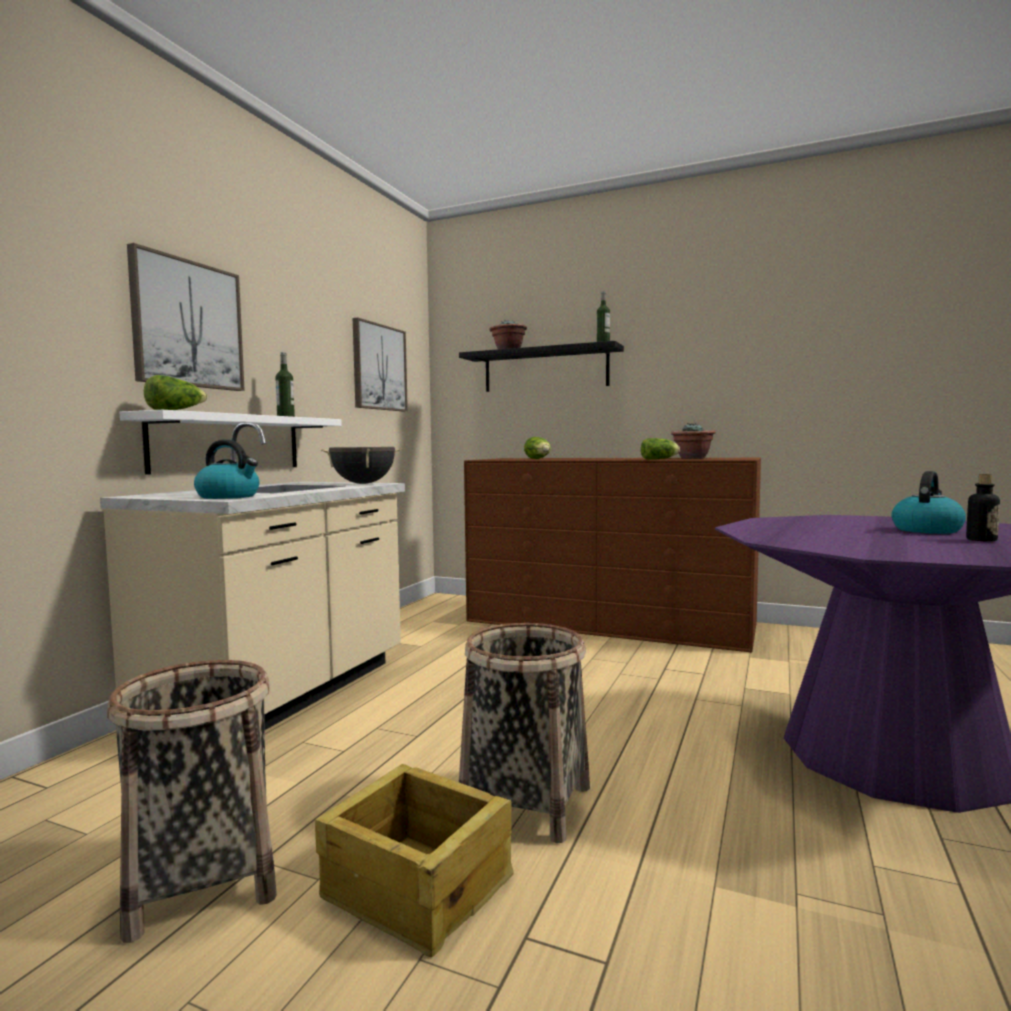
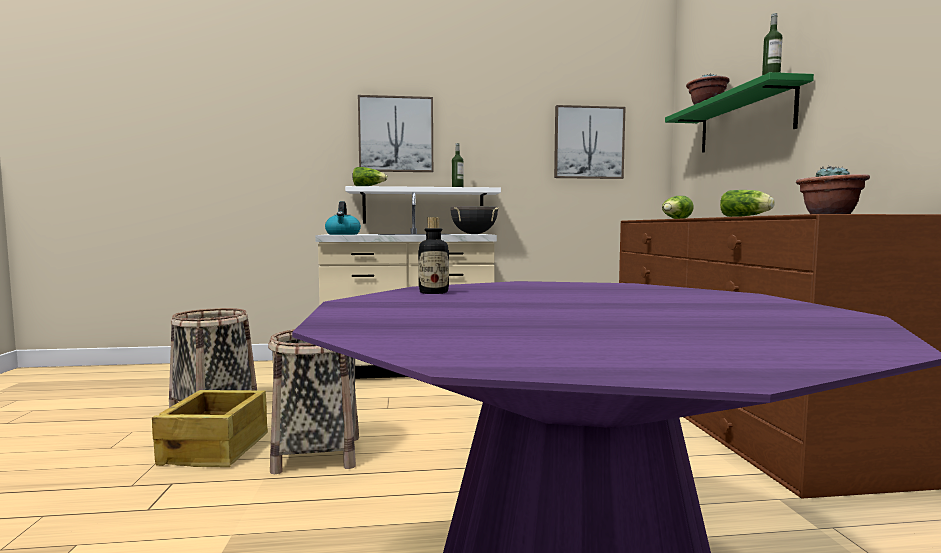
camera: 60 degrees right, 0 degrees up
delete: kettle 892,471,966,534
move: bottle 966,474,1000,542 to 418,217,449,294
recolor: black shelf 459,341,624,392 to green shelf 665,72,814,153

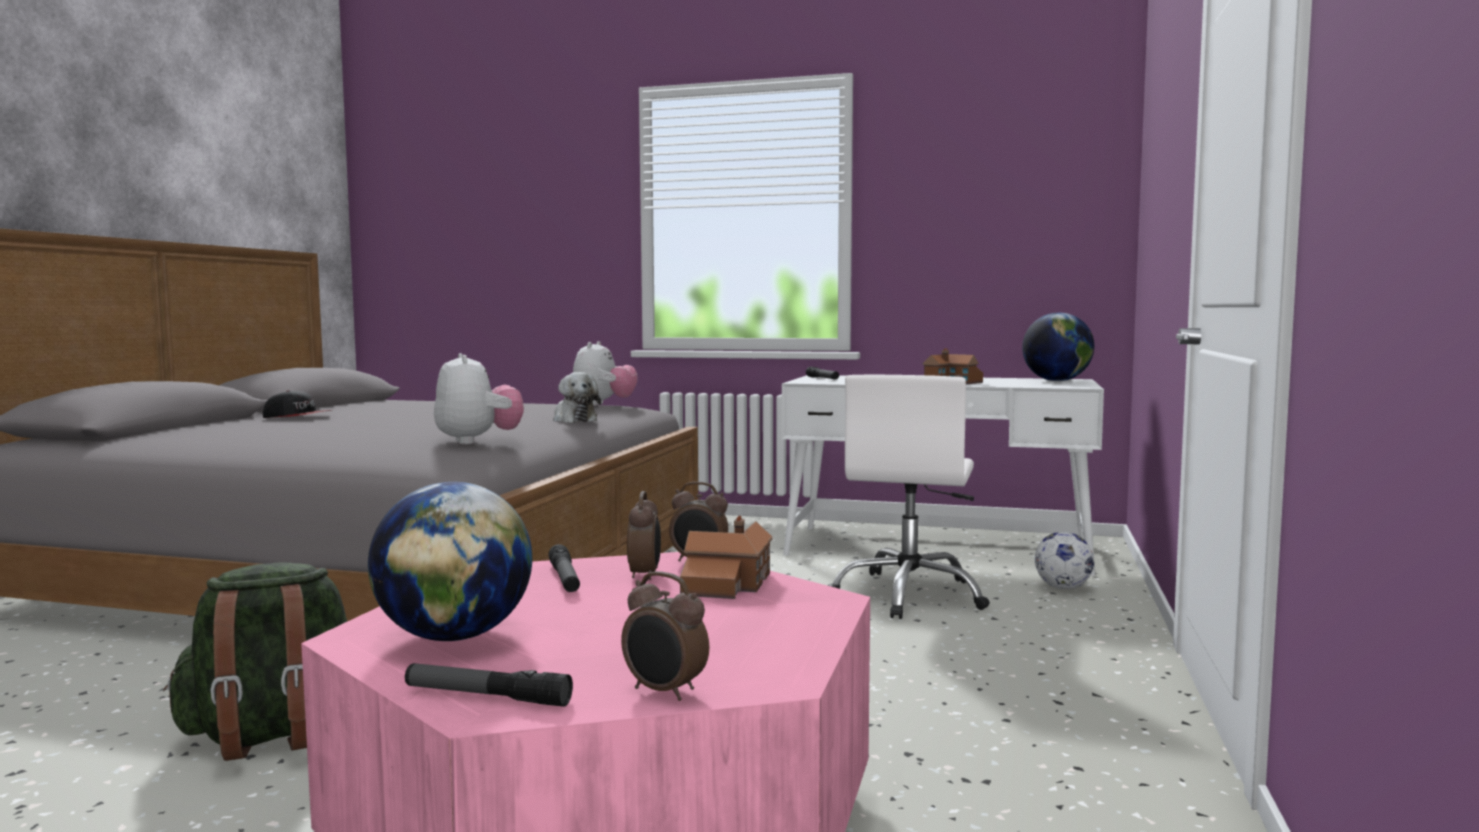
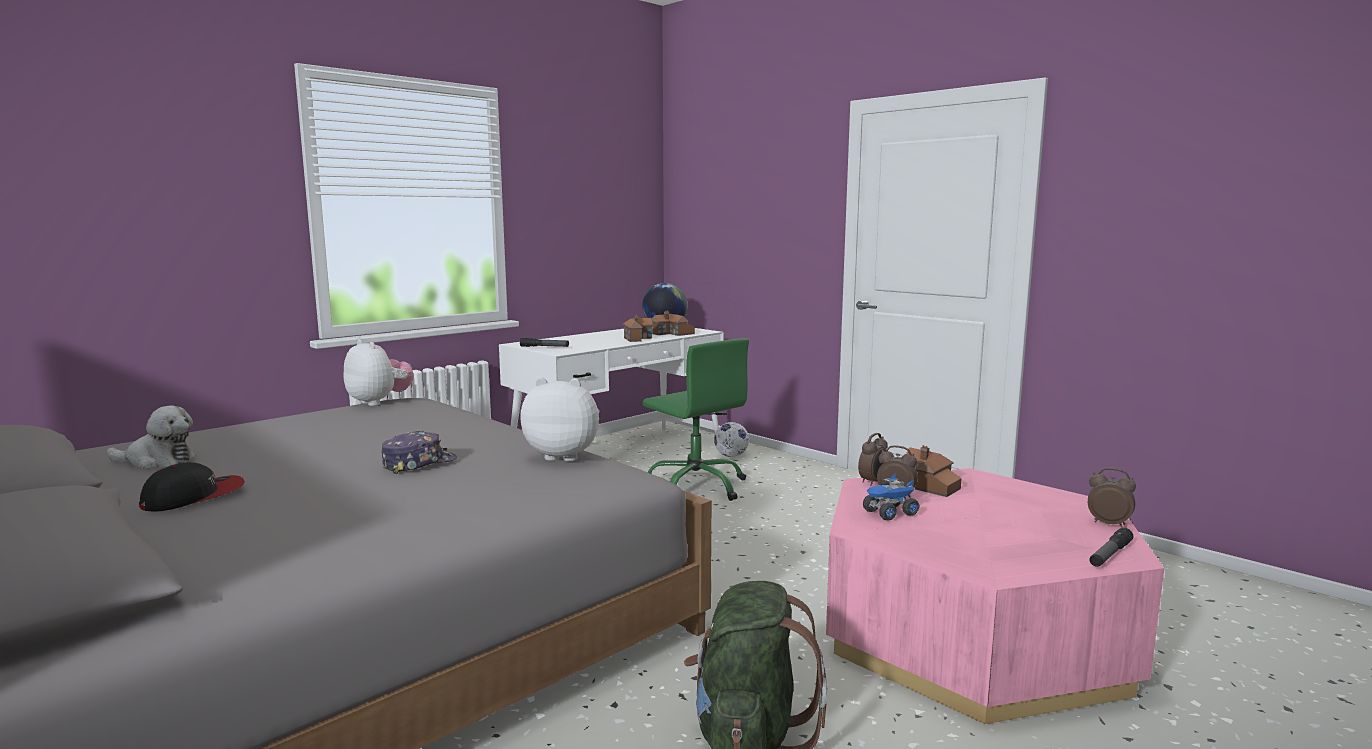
camera: 60 degrees left, 5 degrees up
delete: globe 368,482,532,641
insert: toy house 652,310,695,336; cap 381,431,458,474
move: plush toy 553,372,601,423 to 107,405,196,469
replace: flashlight 548,544,580,592 to toy truck 863,473,919,521
recolor: white office chair 827,375,990,619 to green office chair 643,338,749,501
rotate: alarm clock 621,571,709,701 = 1088,468,1136,527 120 degrees counterclockwise

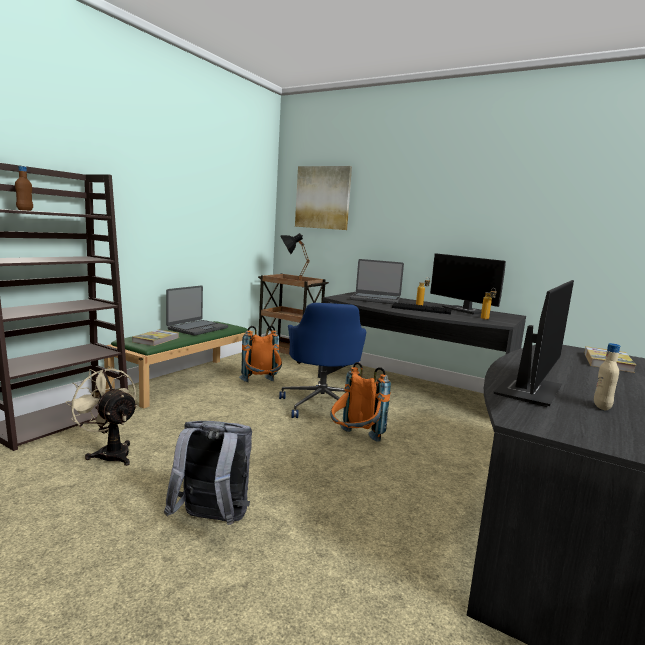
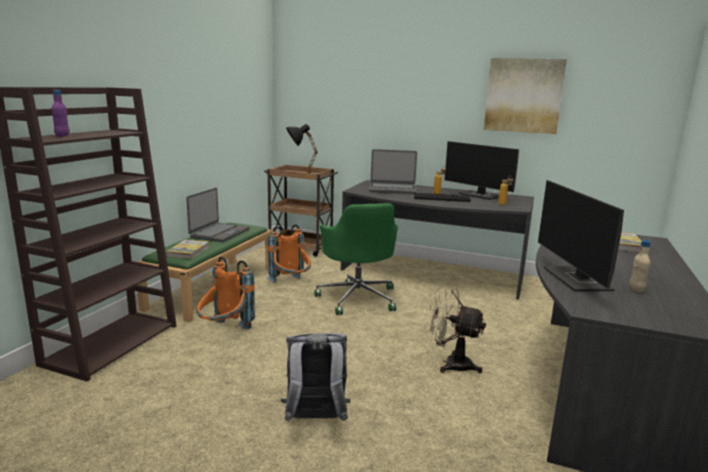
camera: 10 degrees left, 5 degrees up
move: picture 295,166,352,230 to 484,58,567,134; orange backpack 330,362,391,442 to 196,257,255,329; beige fan 65,366,138,466 to 426,286,486,373
recolor: brown bottle 15,166,33,211 to purple bottle 51,90,70,137; blue office chair 279,303,366,418 to green office chair 314,203,398,315
rotate: monitor 494,280,574,407 = 538,180,624,292 150 degrees clockwise

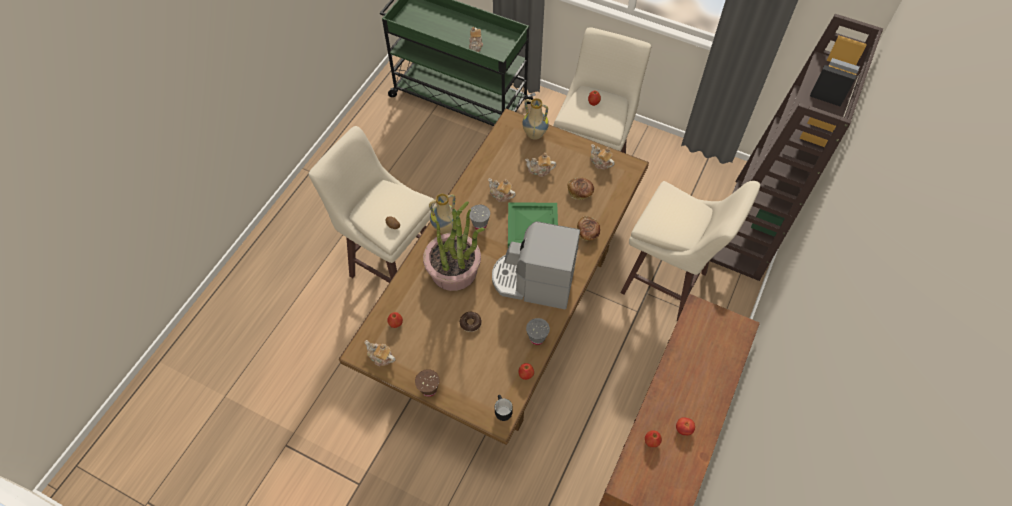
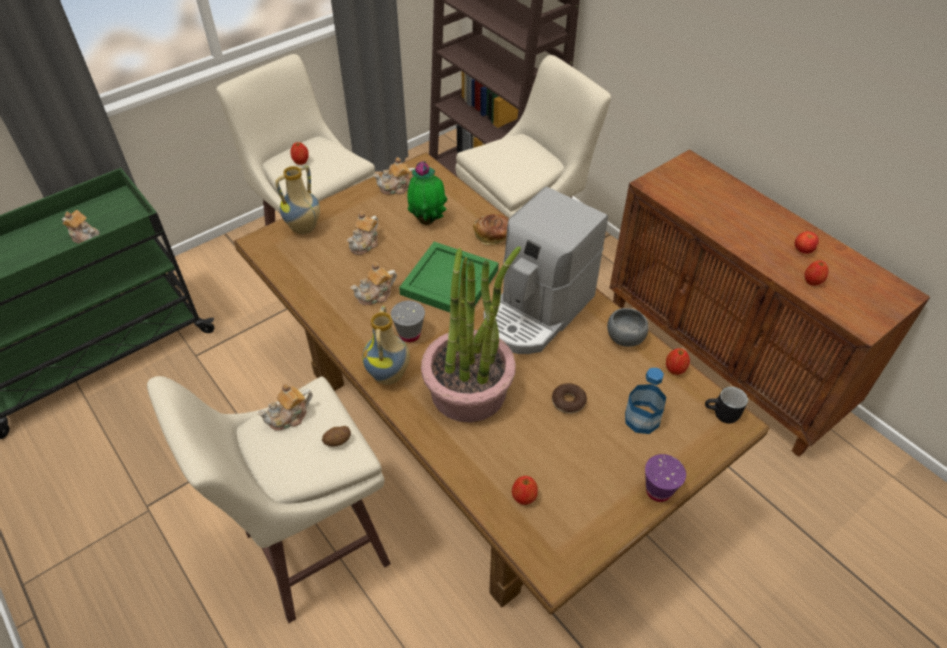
camera: 65 degrees left, 10 degrees down
insert: bottle 625,368,666,434
move: teapot 364,340,395,366 to 257,384,312,430
replace: bread 568,177,594,200 to potted plant 407,161,448,225; grey cup 526,318,550,345 to grey bowl 607,308,648,347
recolor: brown cup 415,369,440,397 to purple cup 645,454,686,502

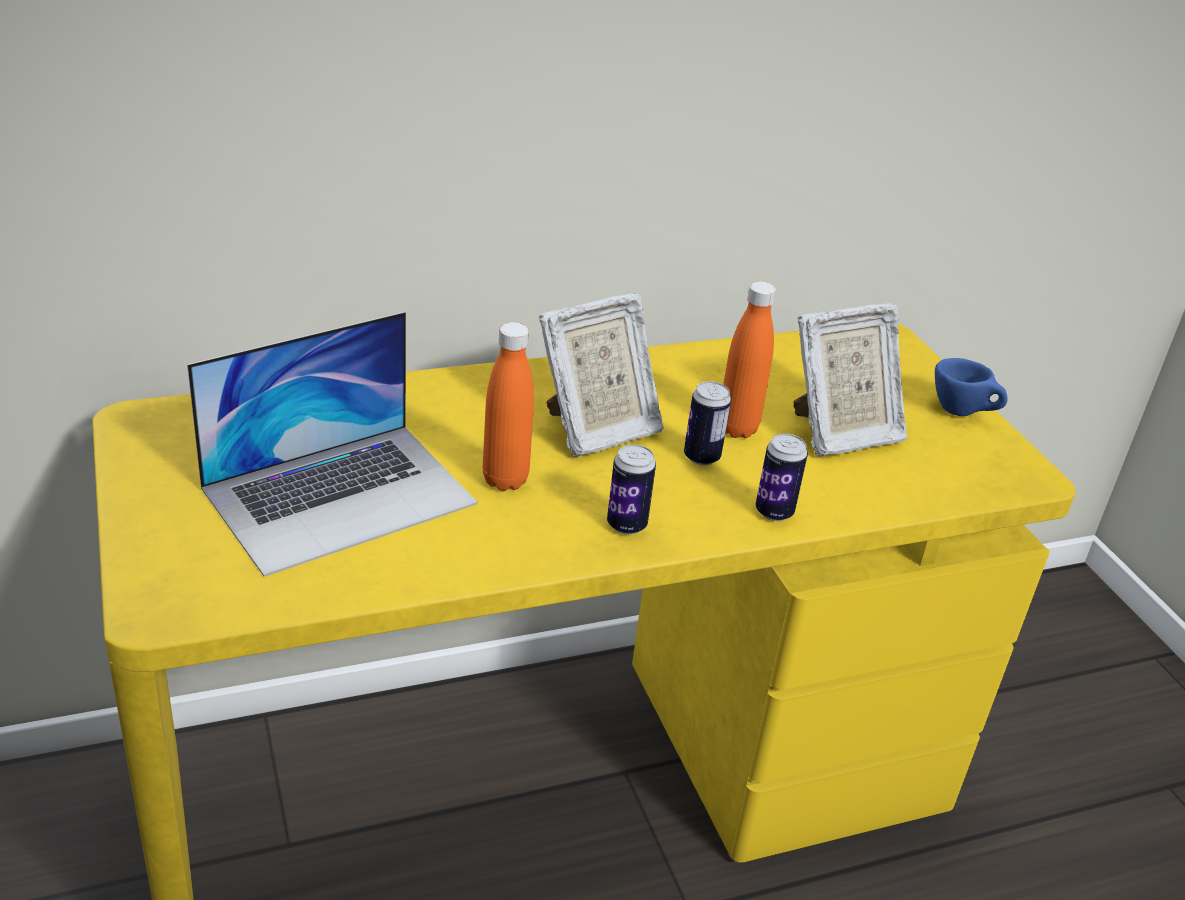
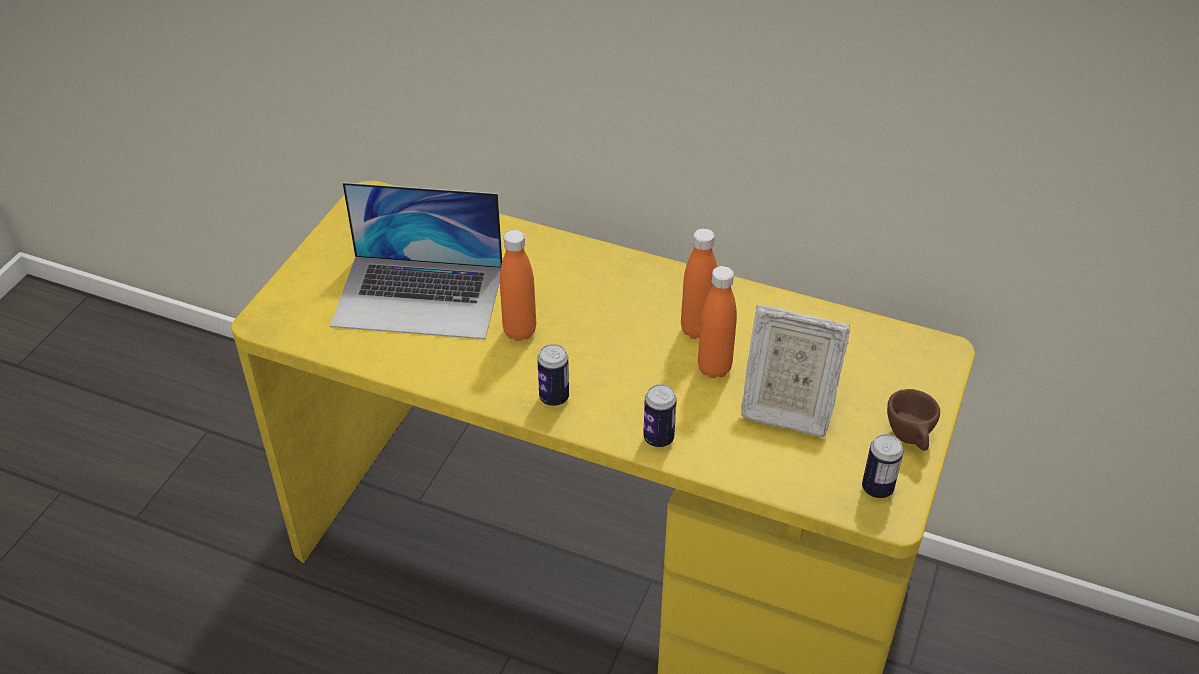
camera: 45 degrees right, 10 degrees up
delete: picture frame 539,293,664,457
insert: orange bottle 681,228,717,339
move: can 684,381,731,465 to 862,434,903,498
recolor: blue cup 935,358,1007,416 to brown cup 887,389,940,451

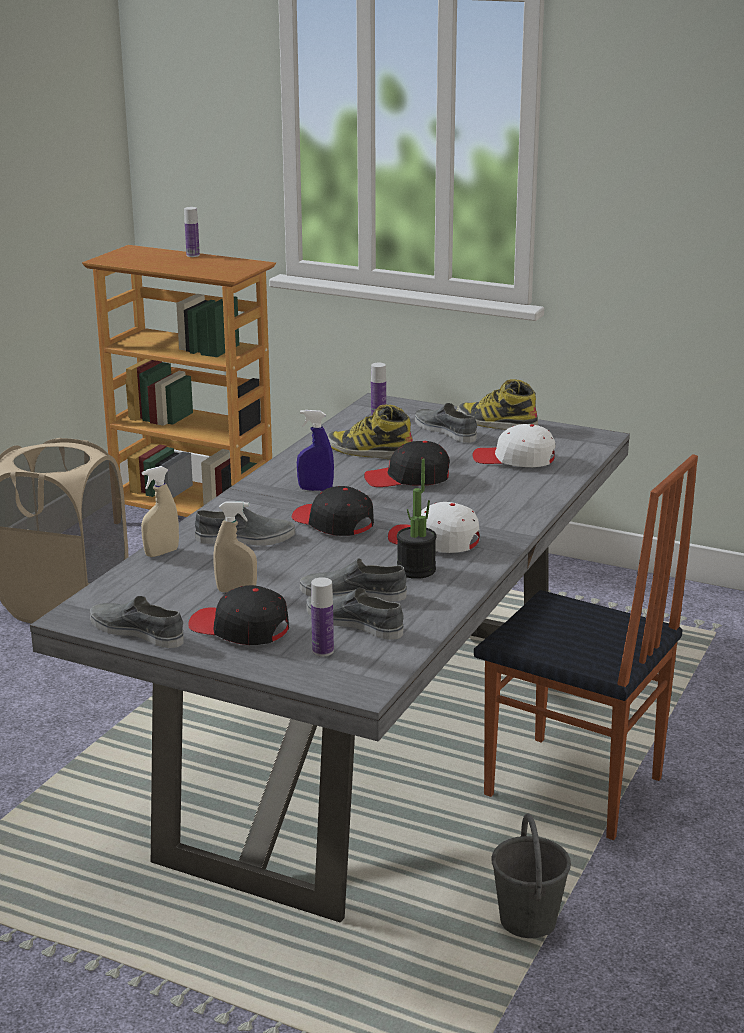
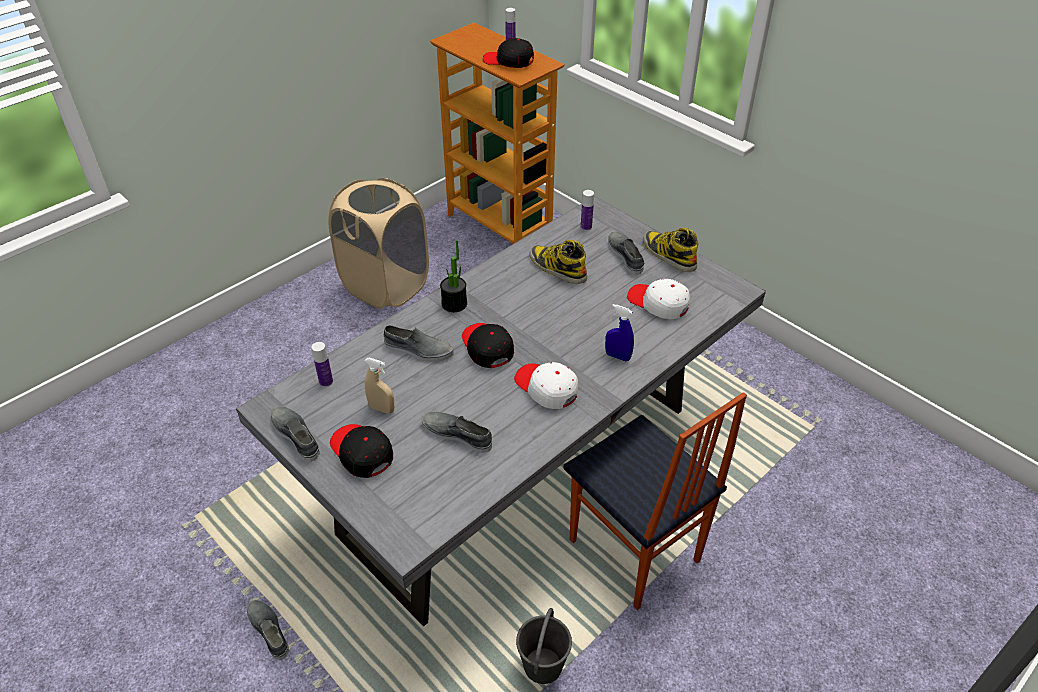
camera: 20 degrees right, 20 degrees up
delete: beige spray bottle 141,466,179,557
move: blue spray bottle 297,410,334,491 to 605,304,634,362; black cap 364,441,450,487 to 483,38,534,68; potted plant 397,459,436,579 to 440,240,467,312; bottle 311,577,334,656 to 311,342,333,387; grey shoe 307,588,404,640 to 247,600,289,660

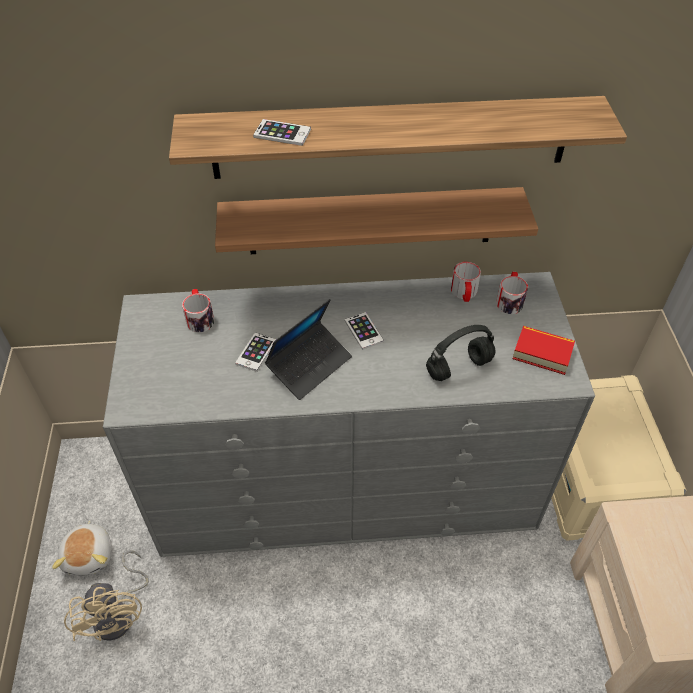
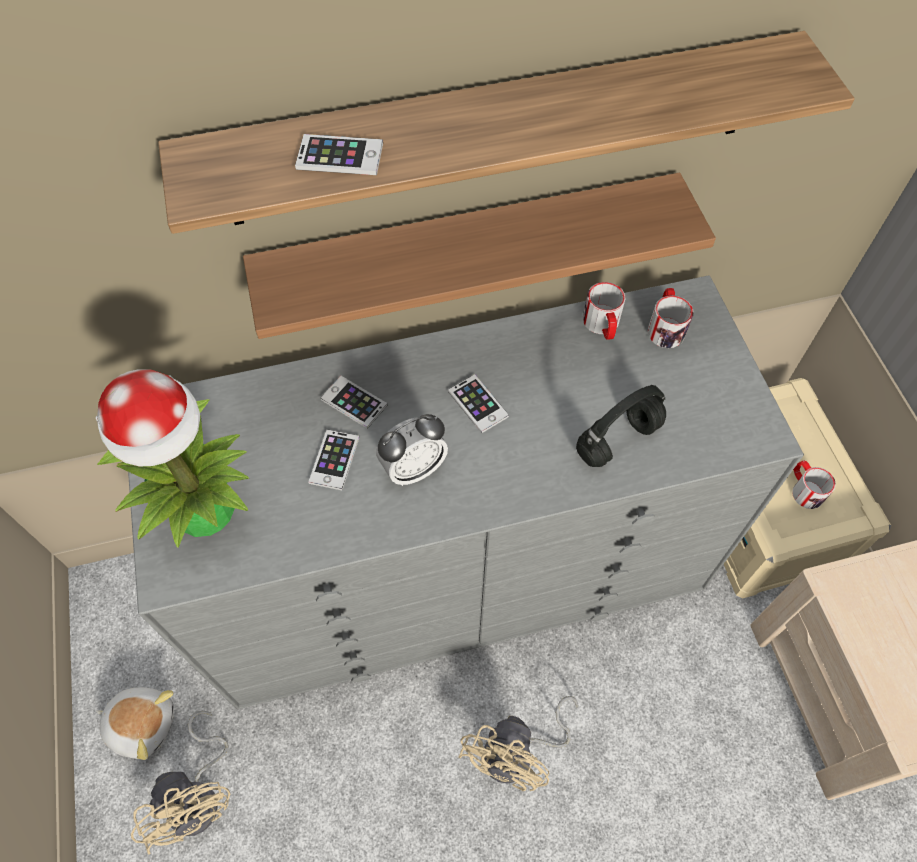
camera: 10 degrees left, 10 degrees up
delete: book 512,326,575,375
insert: potted plant 95,370,250,548; phone 320,376,387,429; beige fan 458,696,579,791
move: mug 182,289,214,332 to 792,461,836,509
replace: laptop 265,299,352,400 to alarm clock 376,414,448,486
rotate: plush toy 52,520,112,576 = 96,687,174,760 60 degrees counterclockwise

